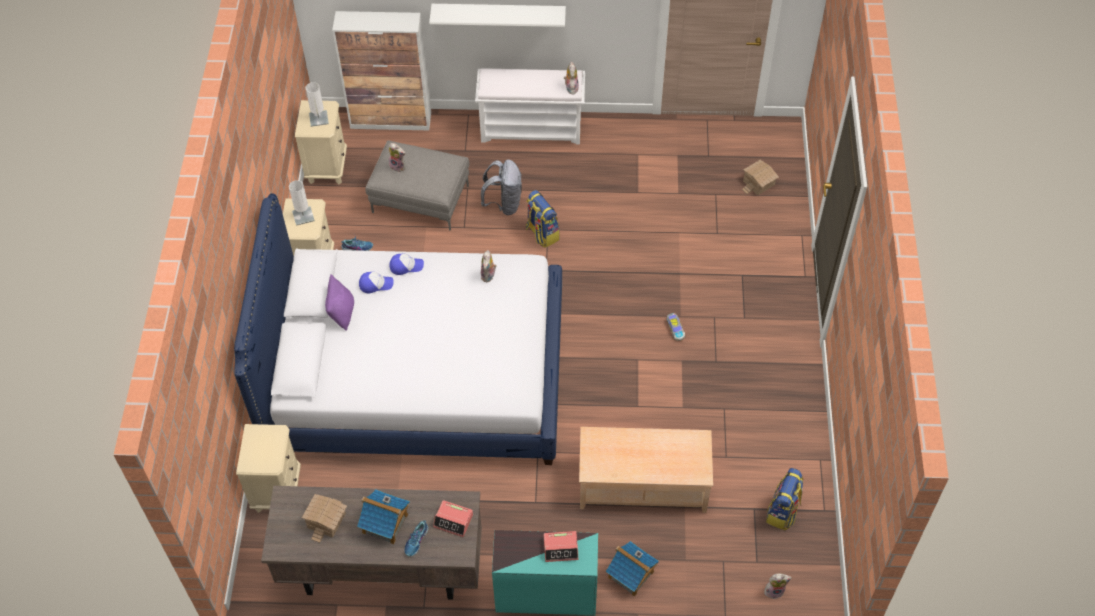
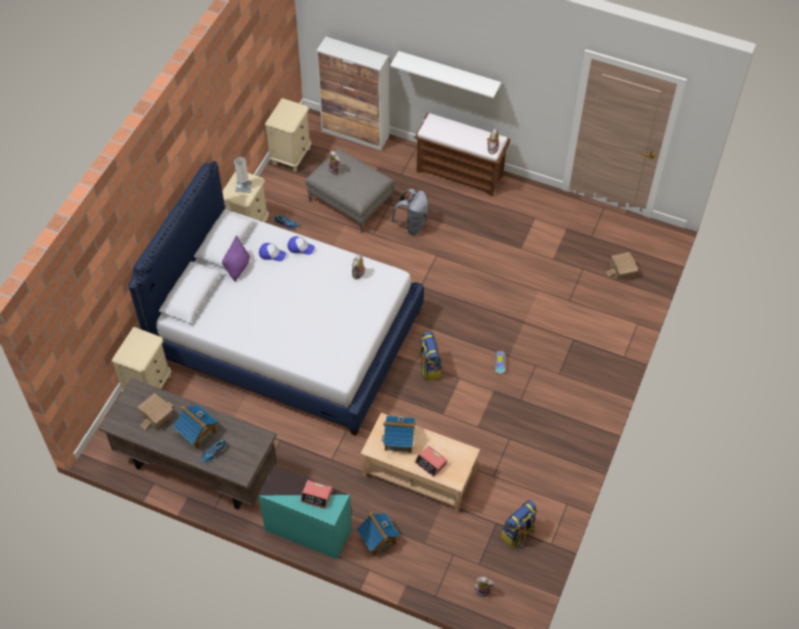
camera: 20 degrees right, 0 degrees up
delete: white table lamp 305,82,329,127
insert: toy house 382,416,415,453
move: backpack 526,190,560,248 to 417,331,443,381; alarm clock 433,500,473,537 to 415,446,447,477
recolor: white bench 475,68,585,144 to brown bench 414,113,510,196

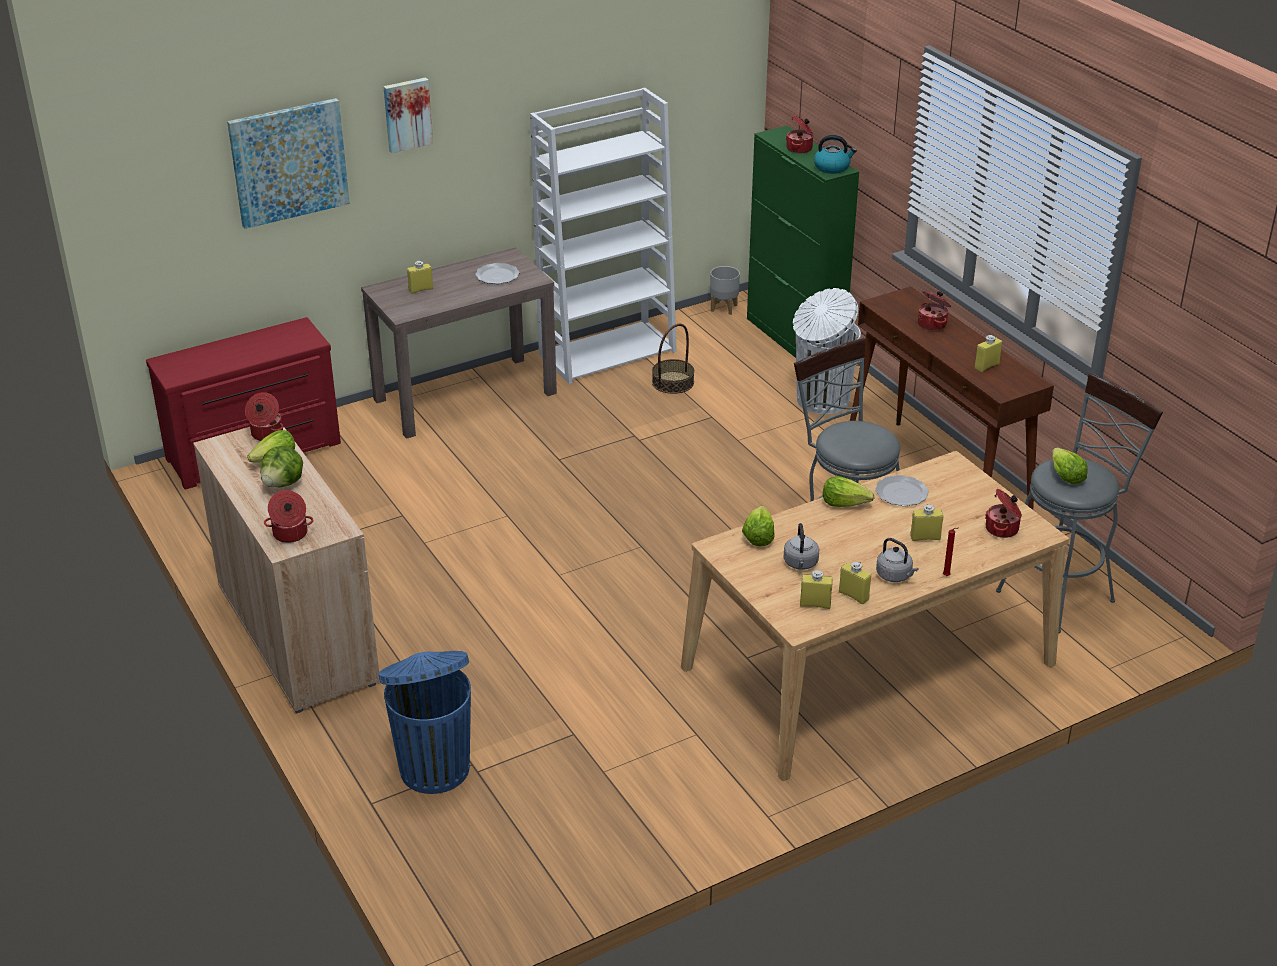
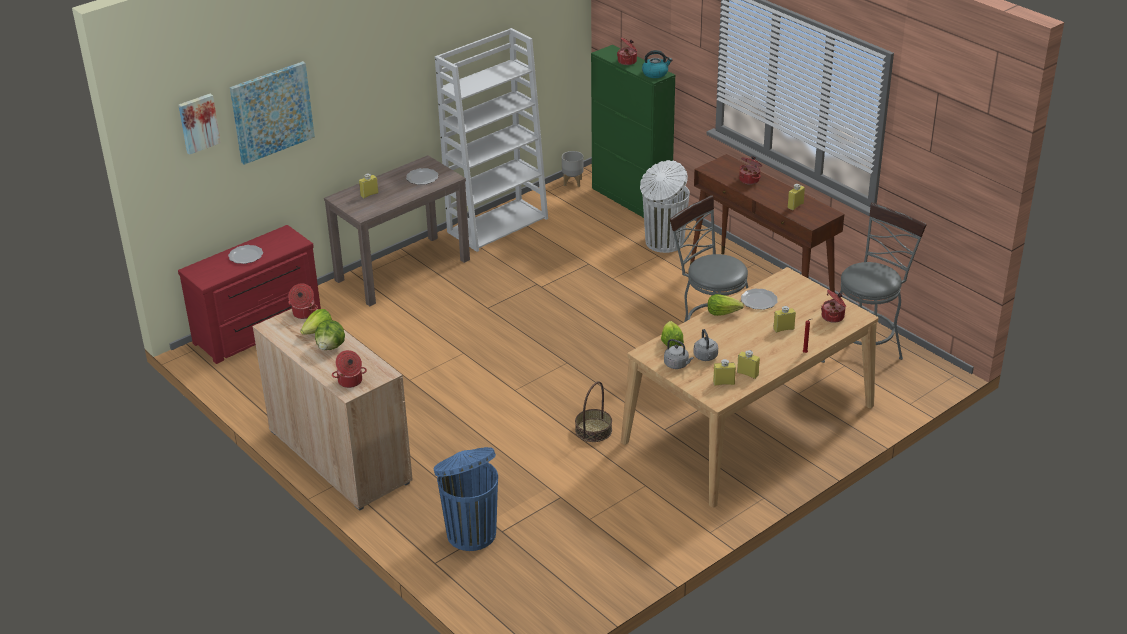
camera: 10 degrees left, 0 degrees up
delete: lettuce 1052,447,1088,484
insert: plate 228,245,263,264
move: picture 383,77,433,153 to 178,94,221,155; basket 652,324,694,394 to 575,381,612,442; grey kettle 876,538,919,582 to 664,339,694,369

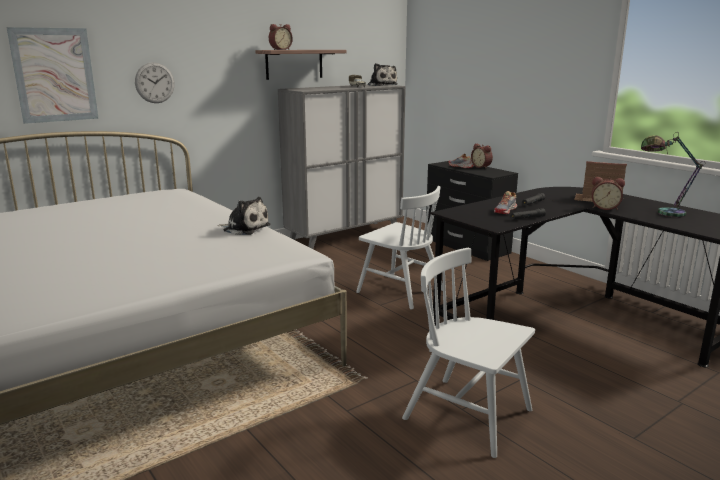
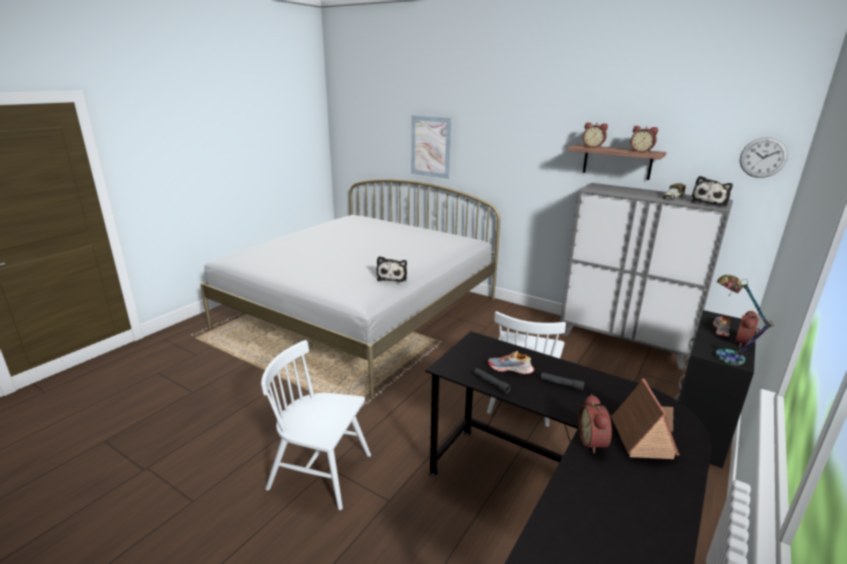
camera: 70 degrees right, 5 degrees up
insert: alarm clock 631,126,658,153
move: wall clock 135,62,175,103 to 740,137,788,178; table lamp 641,132,705,218 to 715,275,774,365
rotate: white chair 402,248,535,458 = 261,340,371,510 90 degrees counterclockwise

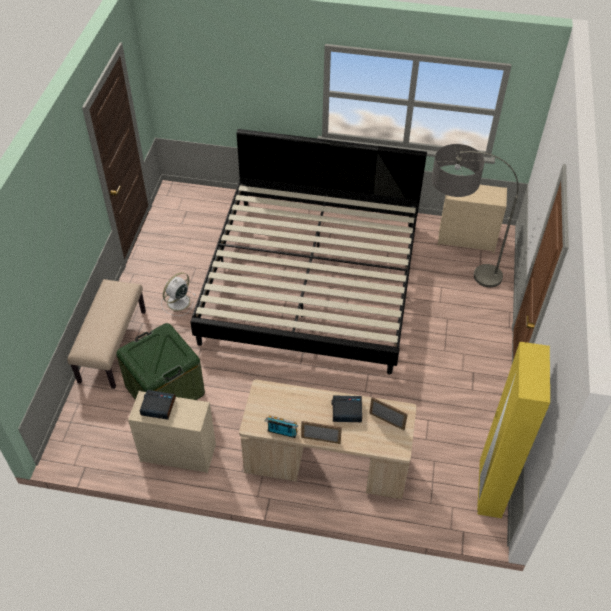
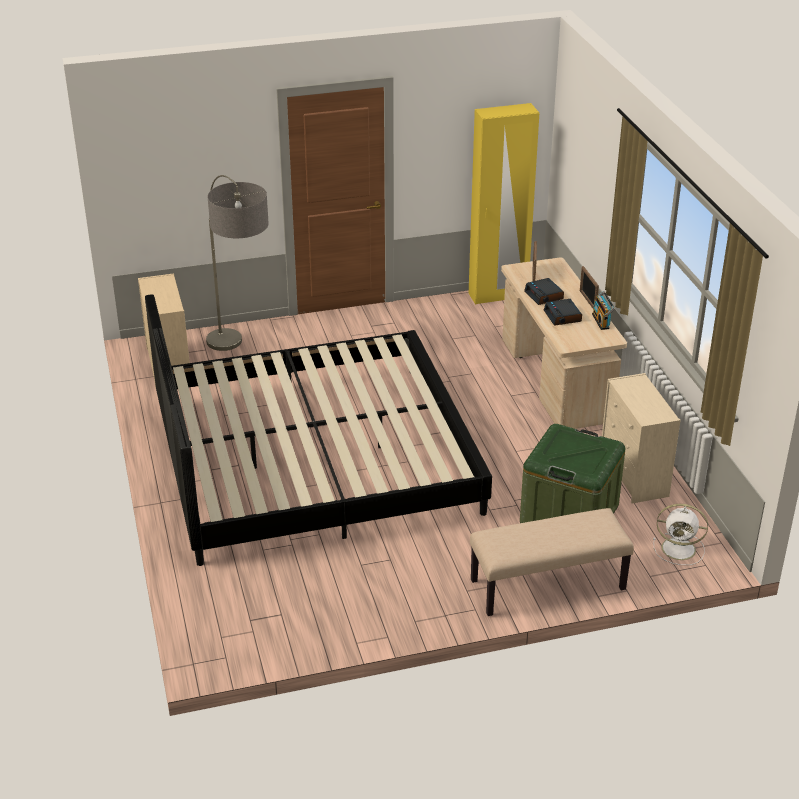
camera: 115 degrees left, 15 degrees down
move: white fan 161,272,196,316 to 653,504,708,565; alarm clock 140,390,176,420 to 544,299,582,326

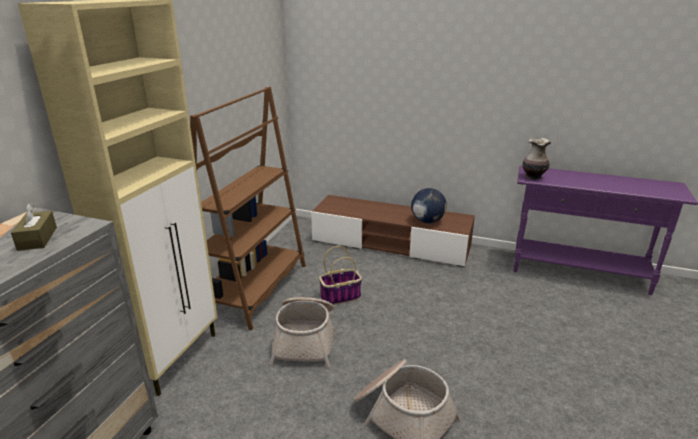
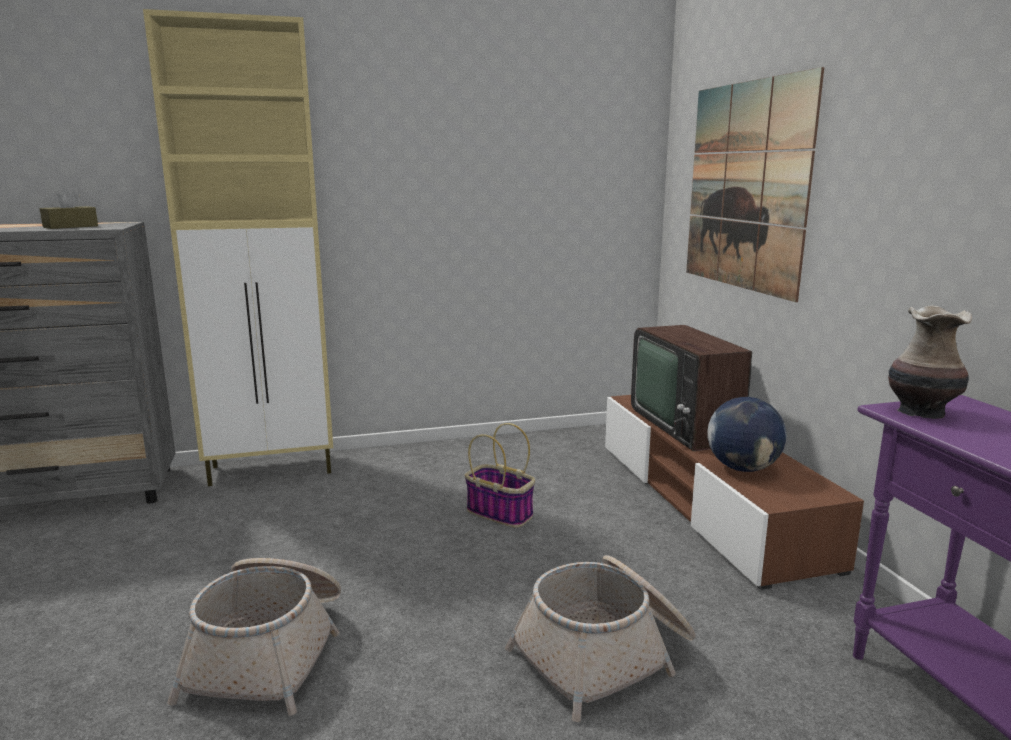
camera: 55 degrees right, 10 degrees down
delete: brown bookcase 190,87,306,330
insert: picture 686,67,824,302; television 631,325,752,451
move: basket 270,297,335,367 to 505,555,696,722

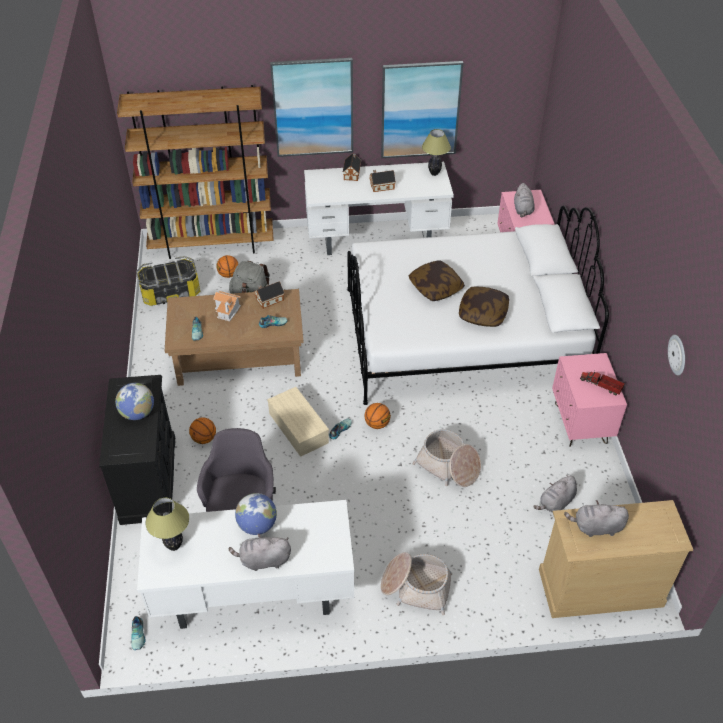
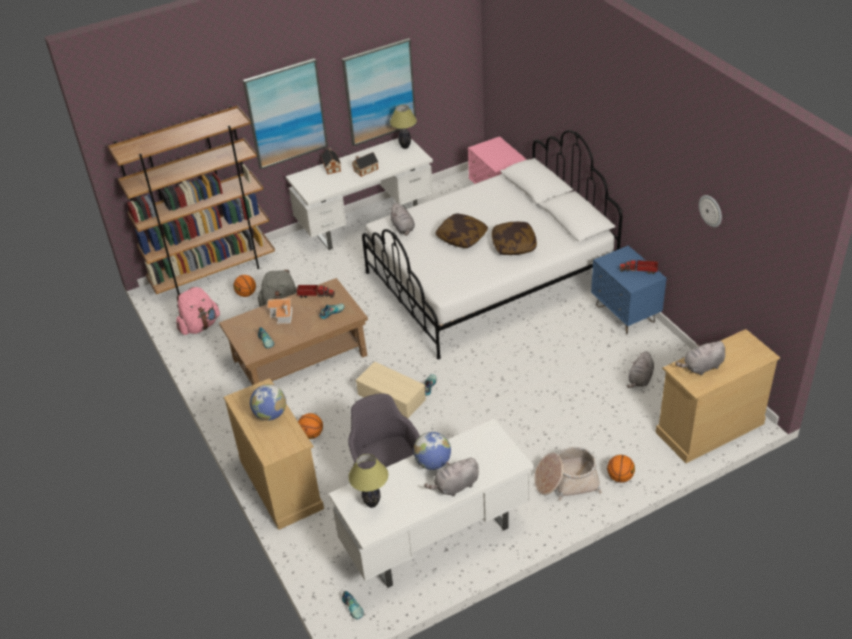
camera: 20 degrees left, 5 degrees down
delete: basket 412,429,481,487
move: grey plush toy 514,183,535,217 to 389,203,415,236; basketball 364,403,391,429 to 607,455,635,482
replace: storage box 136,256,200,306 to pink backpack 176,287,220,335; toy house 254,282,284,309 to toy truck 297,284,335,298
recolor: pink nightstand 552,353,627,447 to blue nightstand 591,246,667,334; black dresser 99,375,175,525 to beige dresser 224,378,324,530

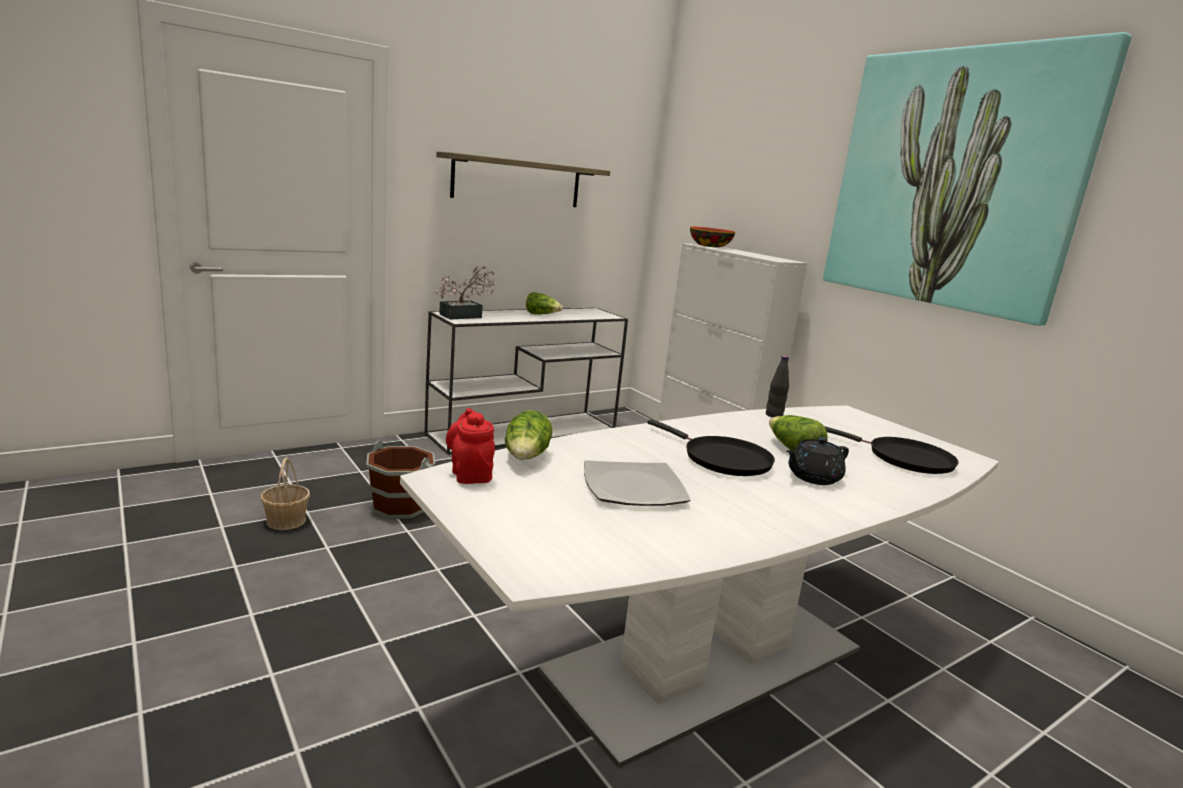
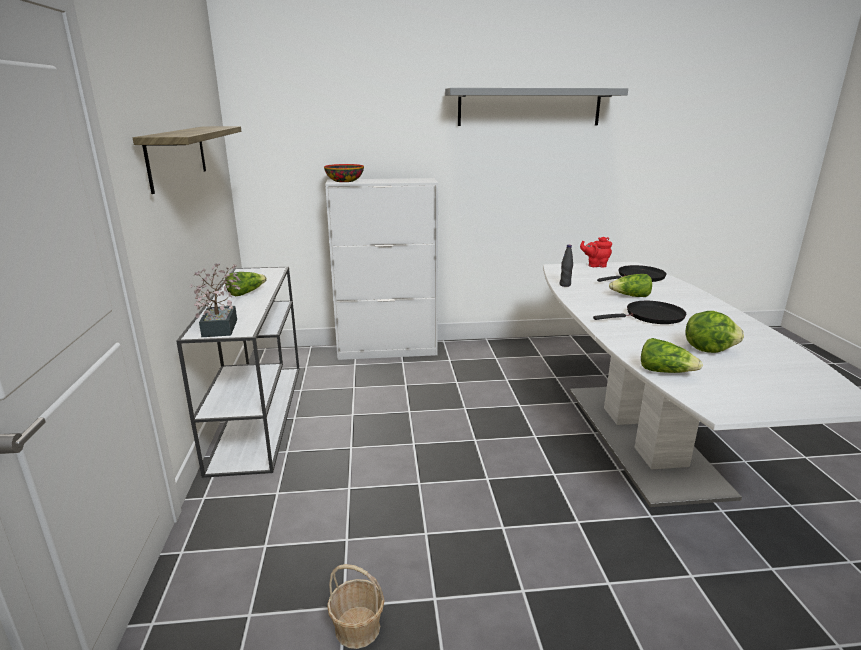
camera: 60 degrees left, 5 degrees up
delete: black teapot 786,437,849,485; brown bucket 366,441,435,519
move: red teapot 446,408,495,484 to 580,237,612,268
replace: picture 823,32,1132,326 to grey shelf 445,88,628,126; plate 584,460,691,506 to lettuce 685,311,744,353

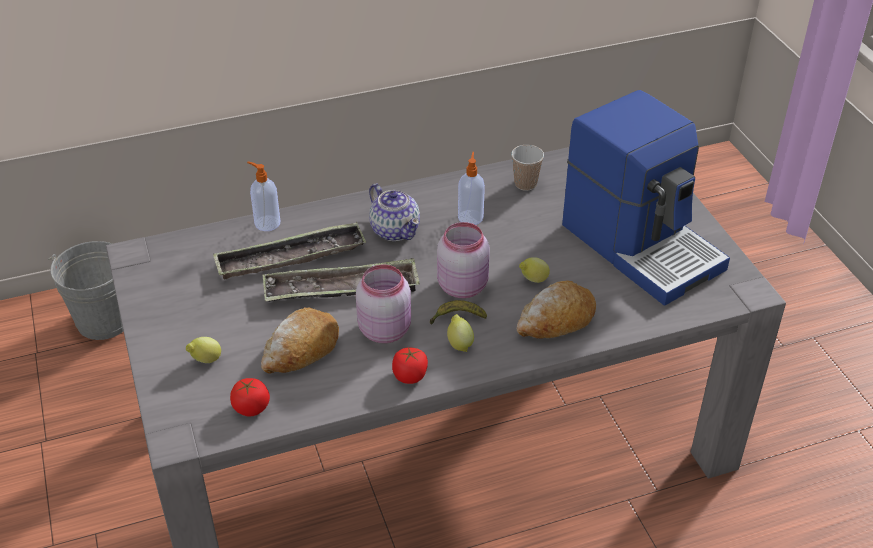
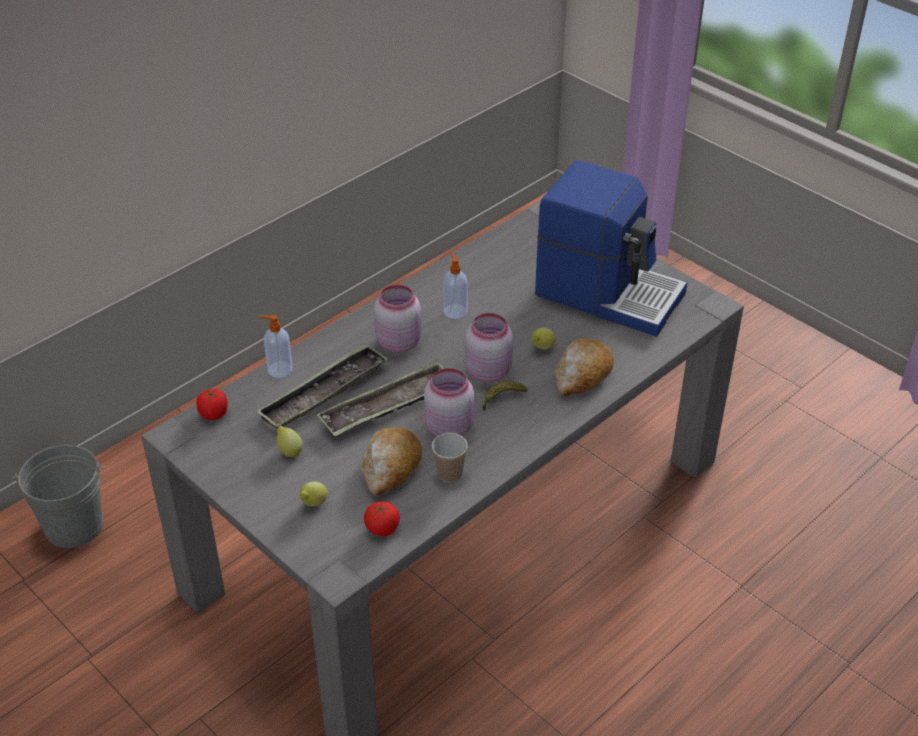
camera: 25 degrees left, 0 degrees up
move: cup 511,145,544,191 to 432,433,468,482; lemon 447,314,474,352 to 276,426,303,457; tomato 392,347,428,384 to 196,389,228,420
replace: teapot 369,184,420,241 to pink jar 374,285,421,352

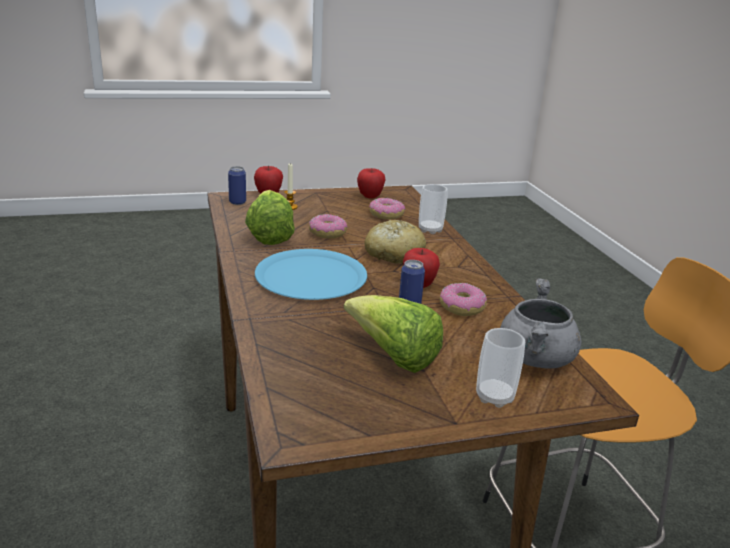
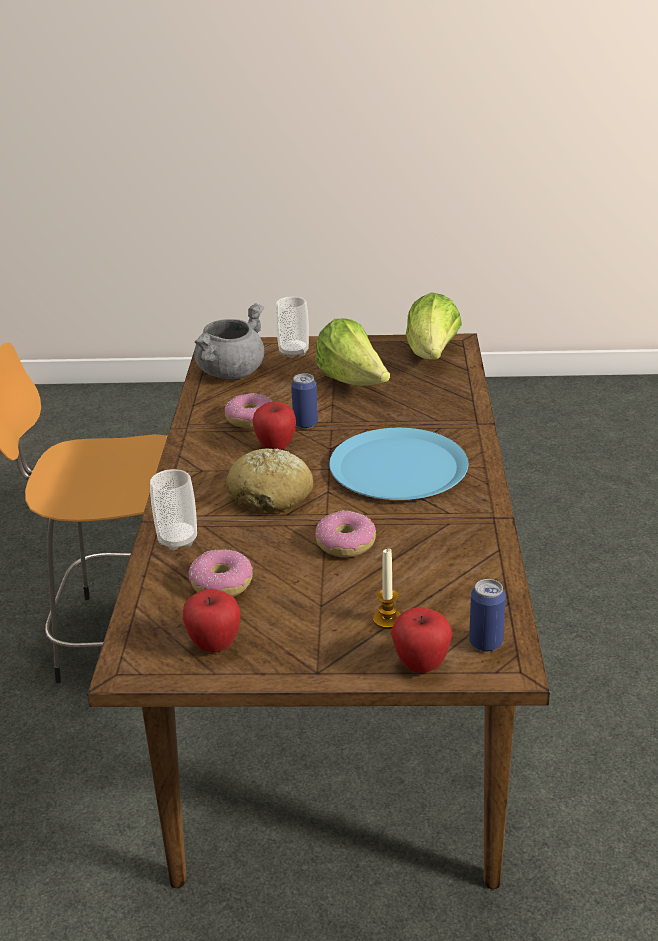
camera: 160 degrees left, 5 degrees up
move: lettuce 245,190,295,245 to 406,292,462,360

